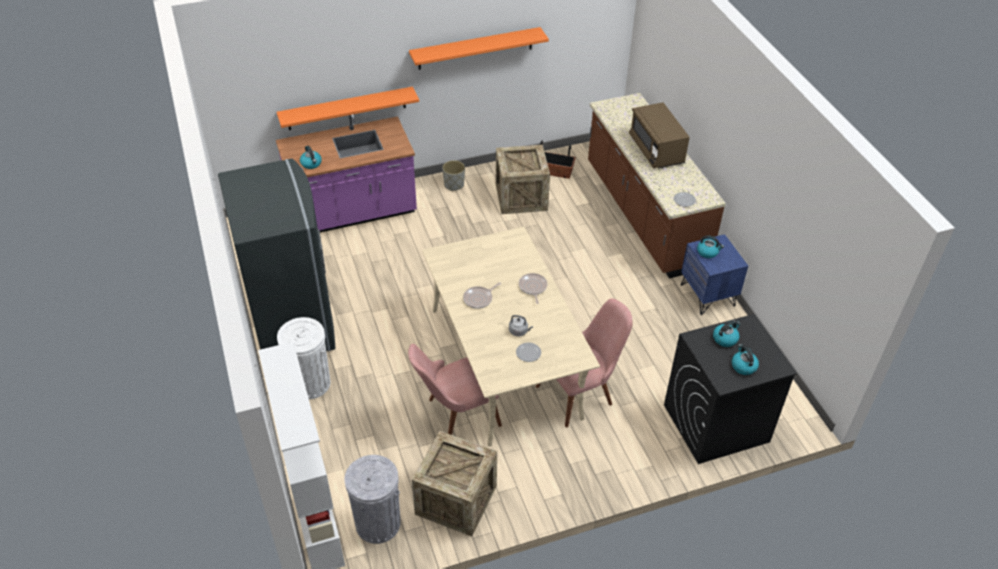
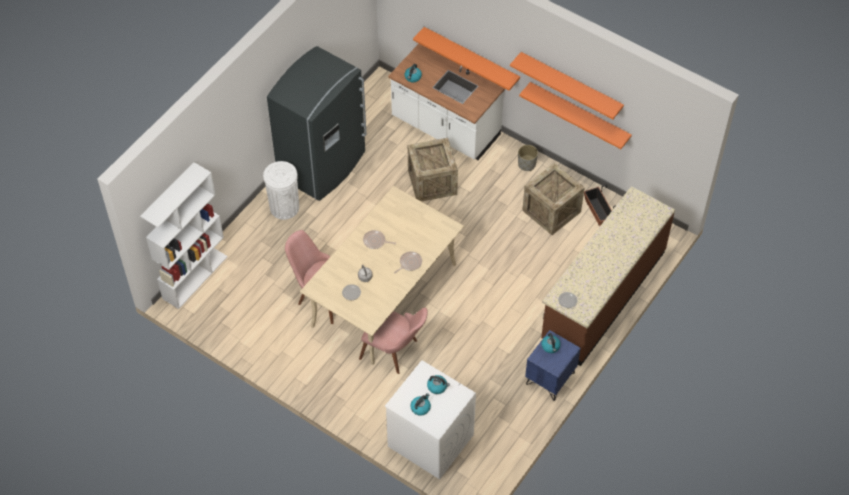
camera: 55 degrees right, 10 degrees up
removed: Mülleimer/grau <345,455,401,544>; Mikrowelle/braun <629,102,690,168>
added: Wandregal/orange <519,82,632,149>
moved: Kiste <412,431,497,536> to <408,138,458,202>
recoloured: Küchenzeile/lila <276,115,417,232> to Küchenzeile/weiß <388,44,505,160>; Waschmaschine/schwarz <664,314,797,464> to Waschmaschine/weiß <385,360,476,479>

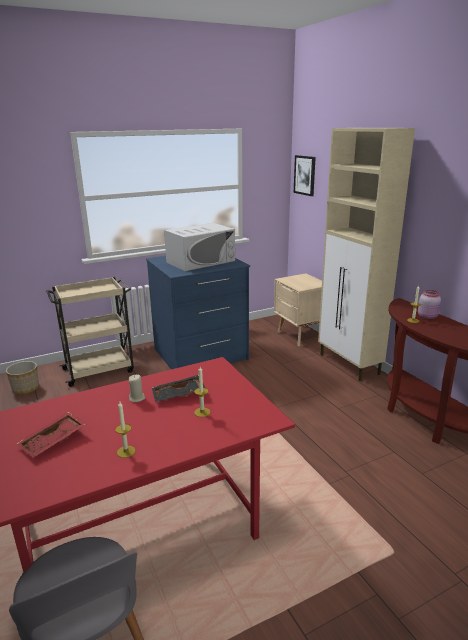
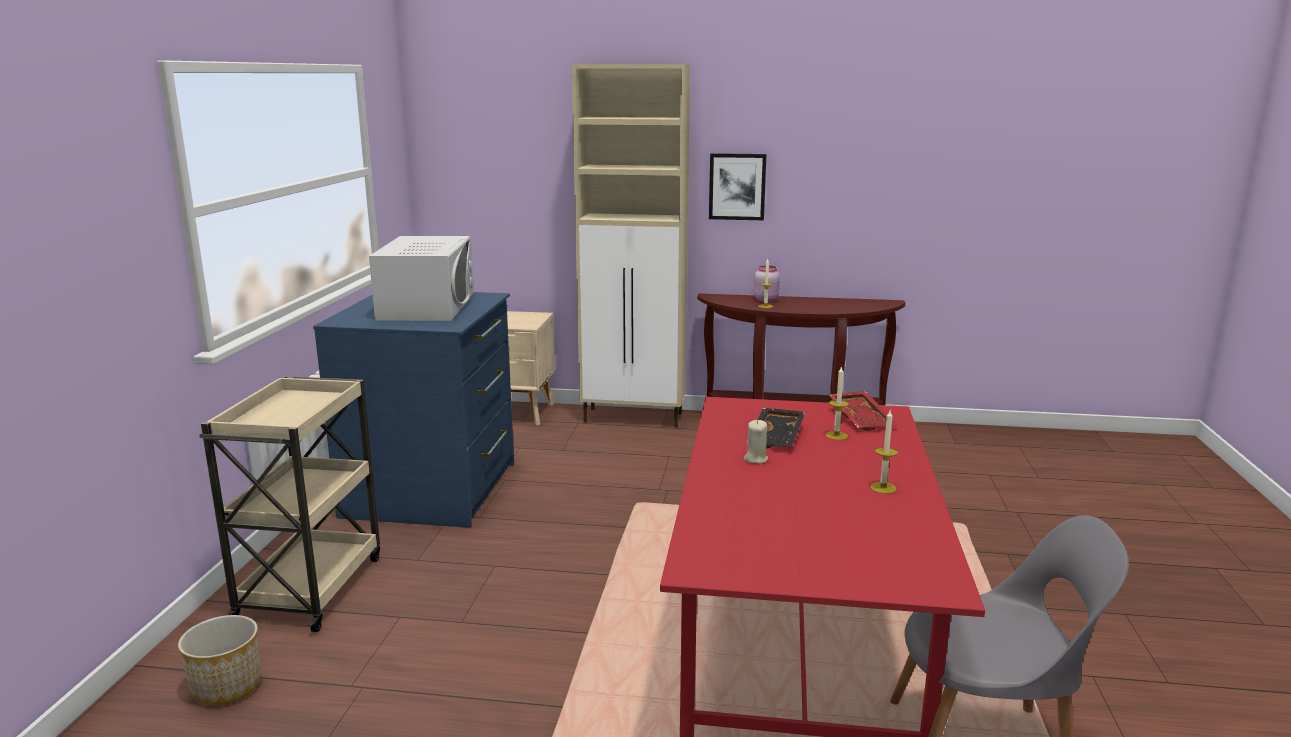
camera: 55 degrees left, 5 degrees down
moved: Tablett/rot <17,412,86,458> to <829,391,897,431>; Bild <294,155,316,196> to <709,153,767,220>

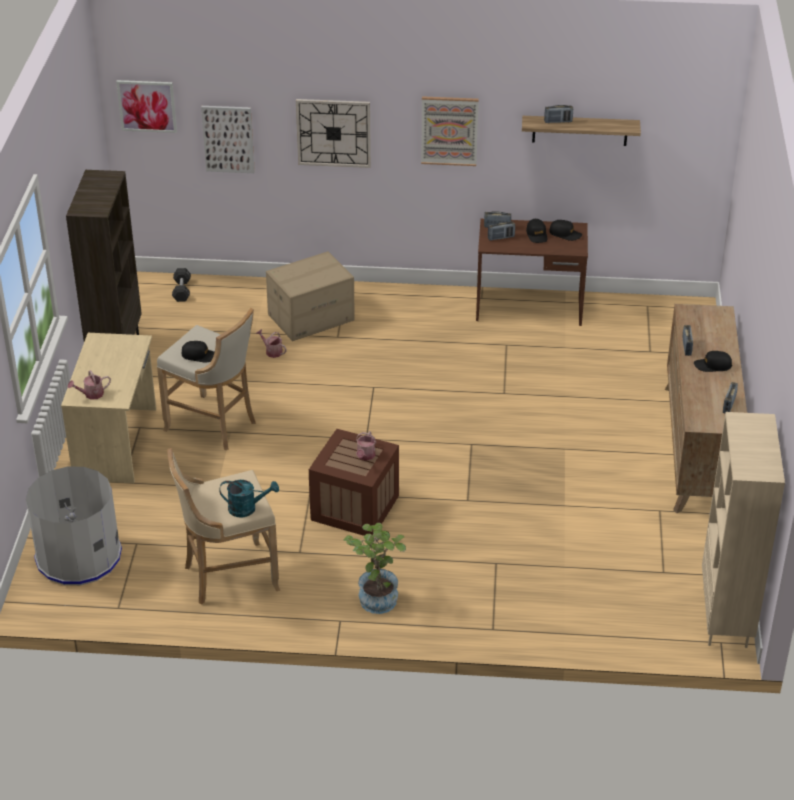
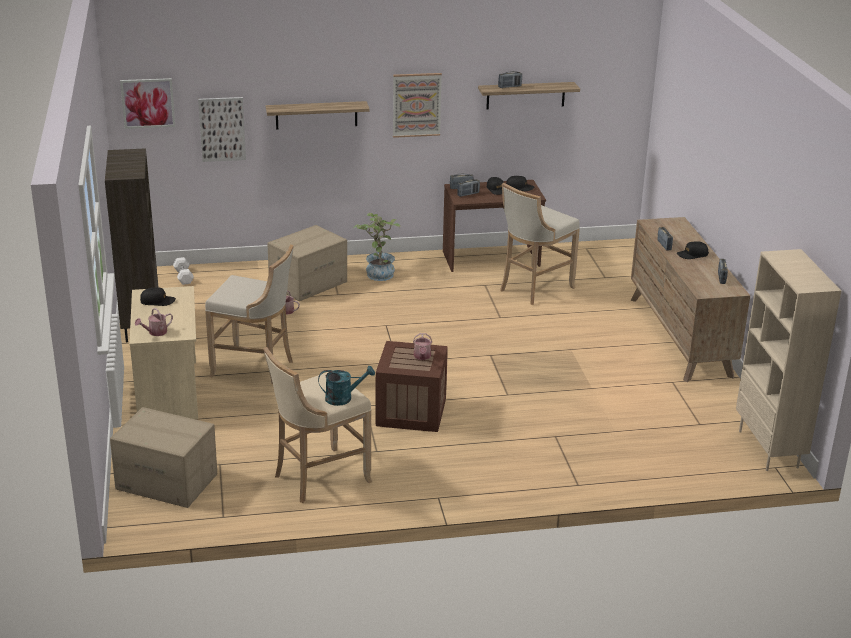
camera: 15 degrees left, 10 degrees down
added: Hocker/beige <500,183,580,305>
moved: Kappe/schwarz <182,341,214,363> to <140,287,176,306>; Topfpflanze <343,523,406,614> to <354,213,401,281>
replaced: Mülleimer/grau <26,467,122,585> to Karton <110,407,217,508>; Wanduhr <296,99,371,168> to Wandregal <266,101,370,130>
recoloured: Hantel/schwarz <172,268,191,302> to Hantel/weiß <173,257,194,285>

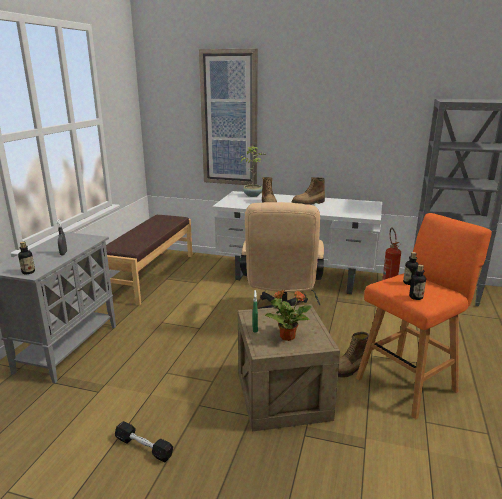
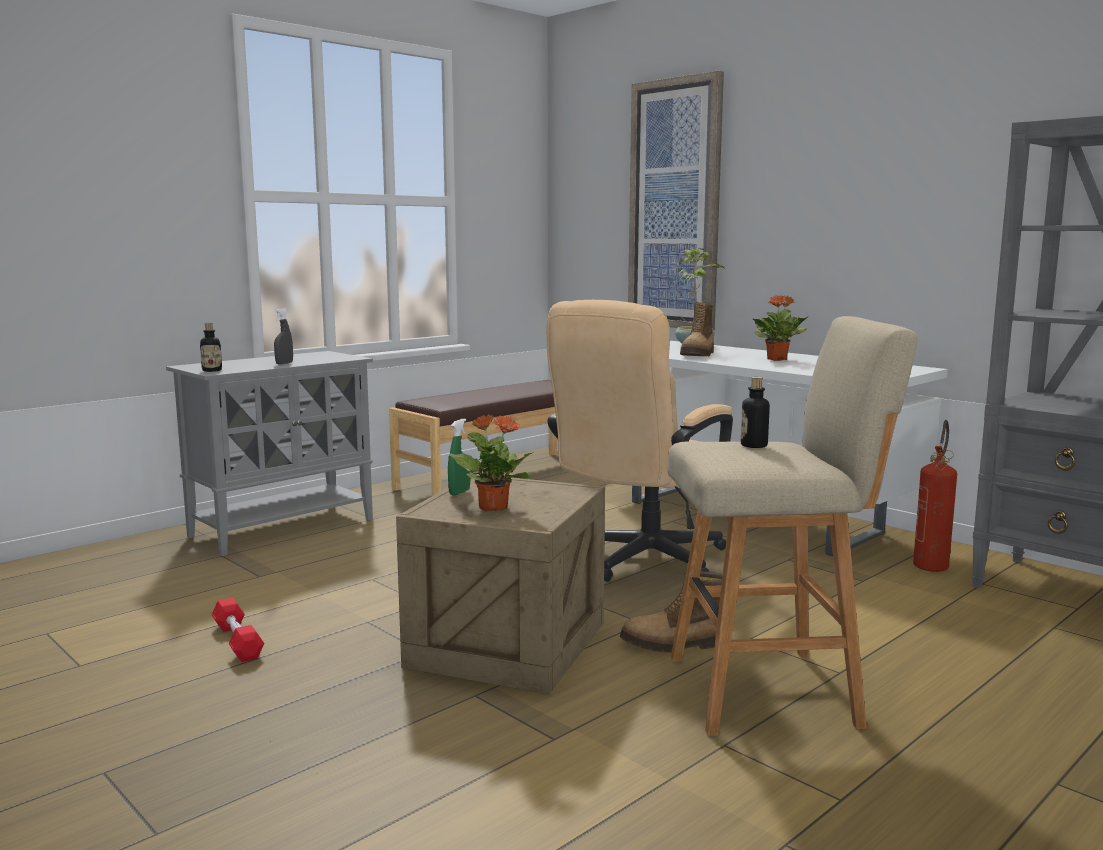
camera: 30 degrees right, 10 degrees down
removed: Flasche <409,265,426,300>
replaced: Stiefel <291,177,325,205> to Topfpflanze <753,295,809,361>
recoloured: Hantel/schwarz <115,421,173,462> to Hantel/rot <212,598,264,662>; Hocker/orange <356,213,492,419> to Hocker/beige <667,316,917,736>

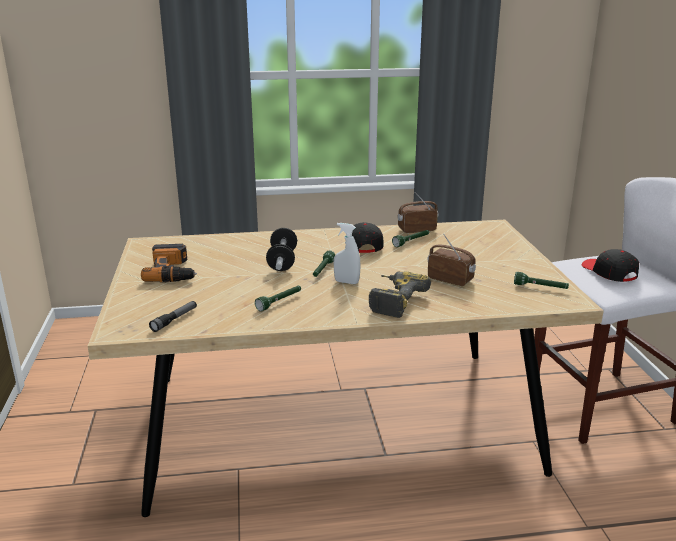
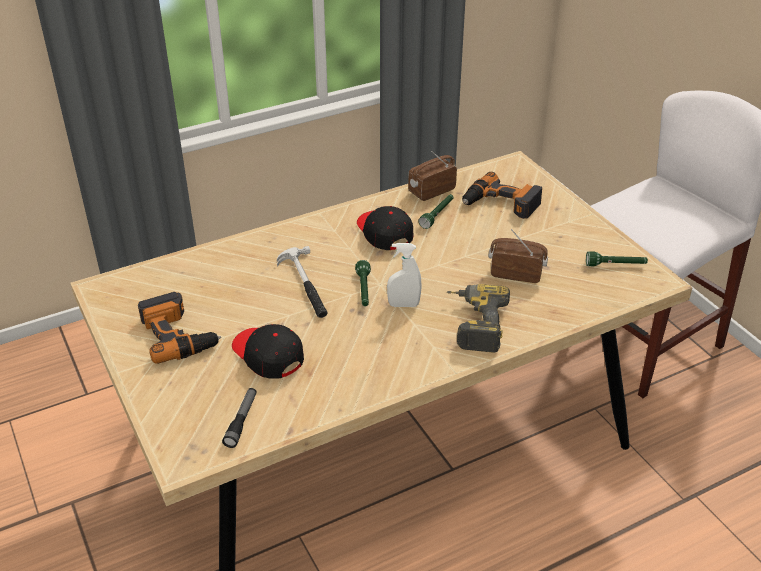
camera: 20 degrees left, 15 degrees up
removed: Taschenlampe/grün <255,286,301,311>
added: Bohrmaschine <462,172,542,219>
moved: Kappe/schwarz <581,249,639,282> to <232,324,304,379>
replaced: Hantel <266,228,297,271> to Hammer <277,246,328,318>

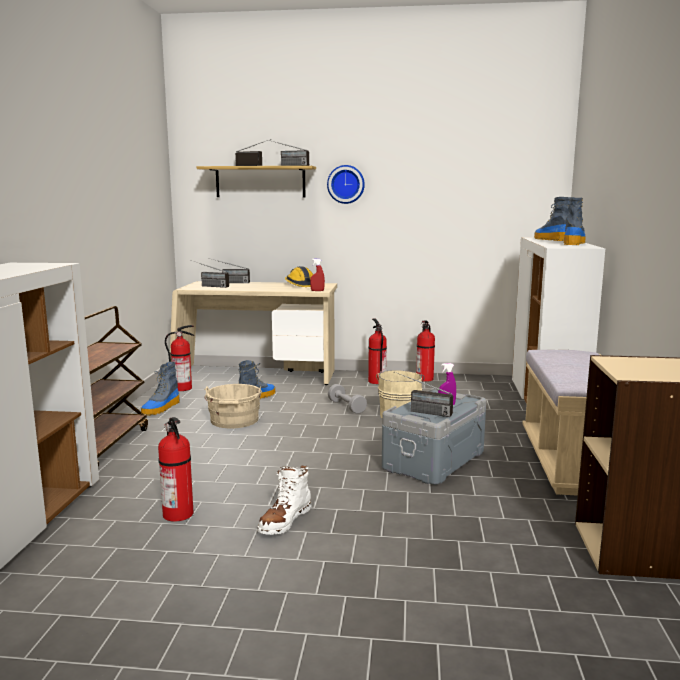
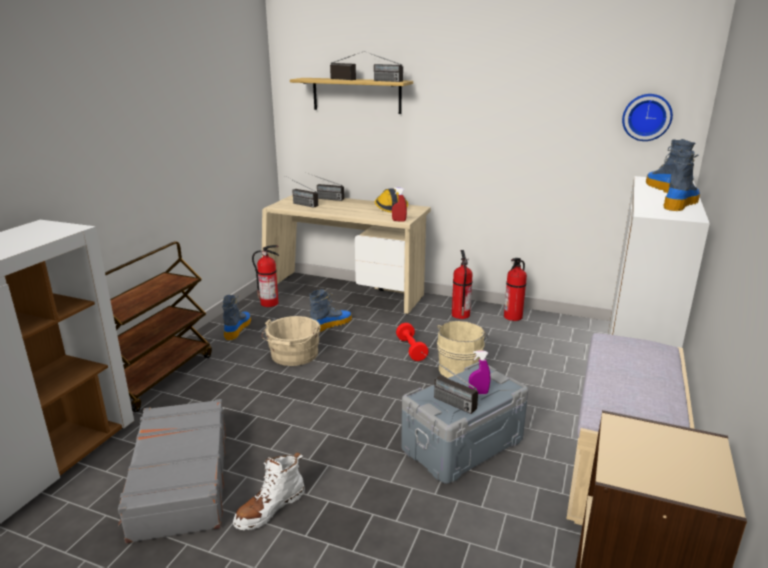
camera: 15 degrees right, 10 degrees up
moved: Wanduhr <327,165,365,204> to <622,94,673,141>
replaced: Feuerlöscher <158,417,194,522> to Koffer/grau <118,399,226,543>
recoloured: Hantel/grau <328,384,367,414> to Hantel/rot <396,323,429,361>
turned: Stiefel <141,362,180,416> = <222,295,251,340> 150 degrees clockwise

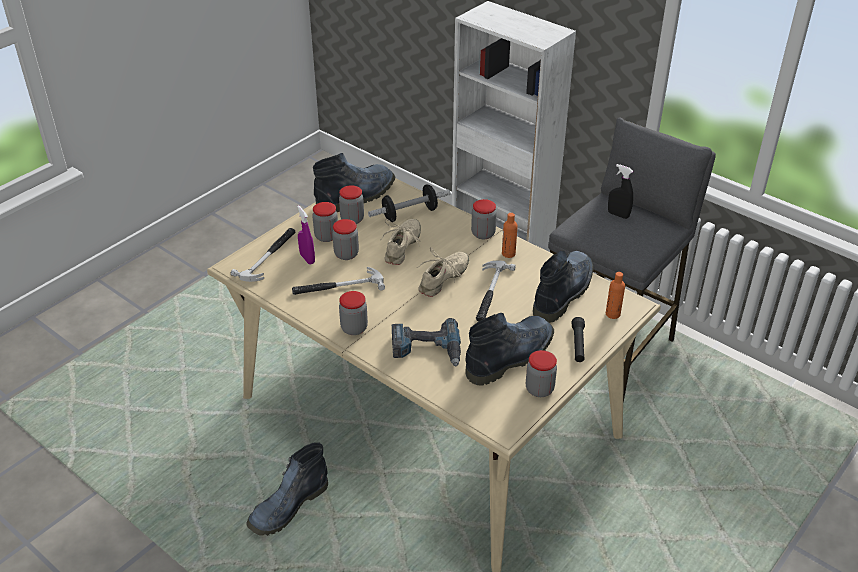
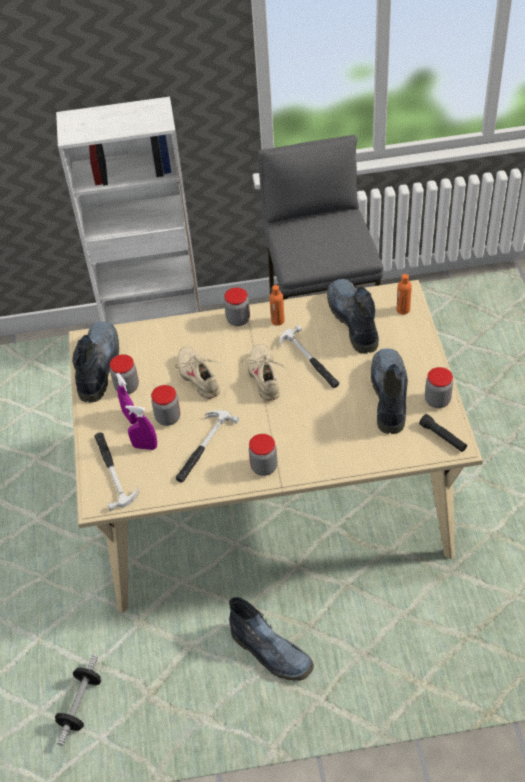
camera: 45 degrees left, 10 degrees up
removed: Bohrmaschine <392,318,461,366>; Sprühflasche/schwarz <608,164,633,219>
moved: Hantel <368,184,450,222> to <55,654,101,746>; Taschenlampe/schwarz <572,317,585,362> to <419,414,467,452>
replaced: Vorratsglas <312,202,338,242> to Sprühflasche/lila <116,373,137,424>
turned: Stiefel <246,443,328,536> = <229,597,314,681> 45 degrees counterclockwise

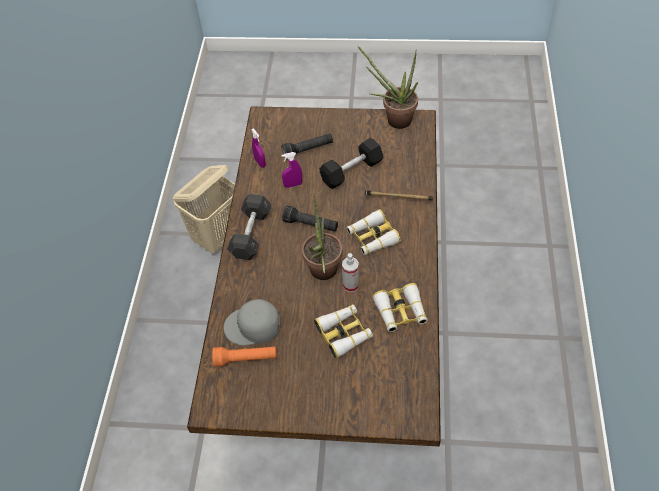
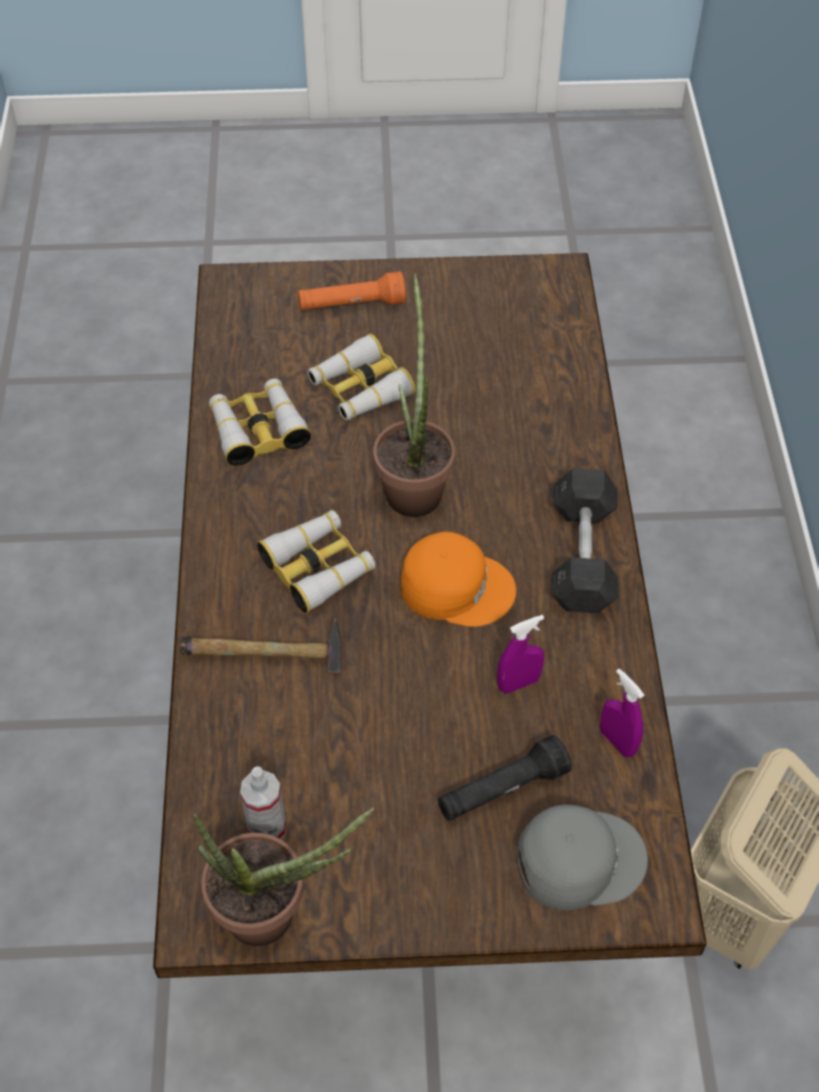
camera: 170 degrees right, 0 degrees up
removed: Hantel/schwarz <320,138,383,189>
moved: Taschenlampe/orange <212,346,277,367> to <298,271,406,310>; Kappe/grau <224,299,280,345> to <517,805,648,910>; Sprühflasche <342,253,359,292> to <240,766,286,839>
replaced: Taschenlampe/schwarz <282,205,338,232> to Kappe/orange <401,531,516,627>

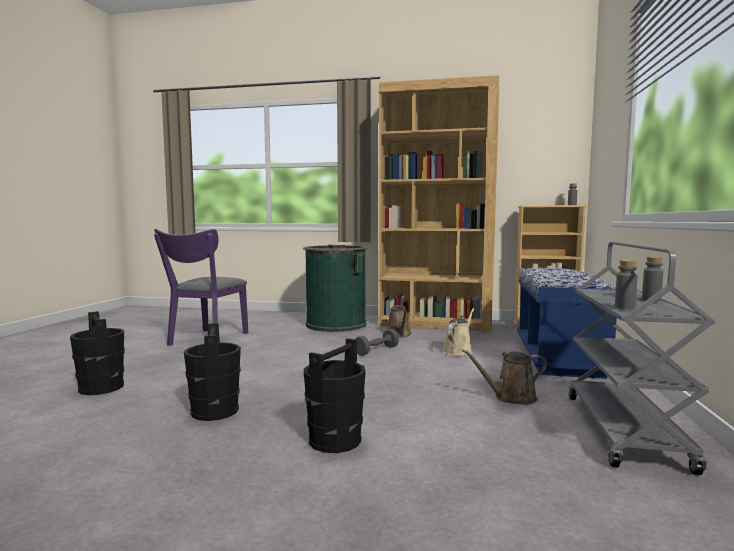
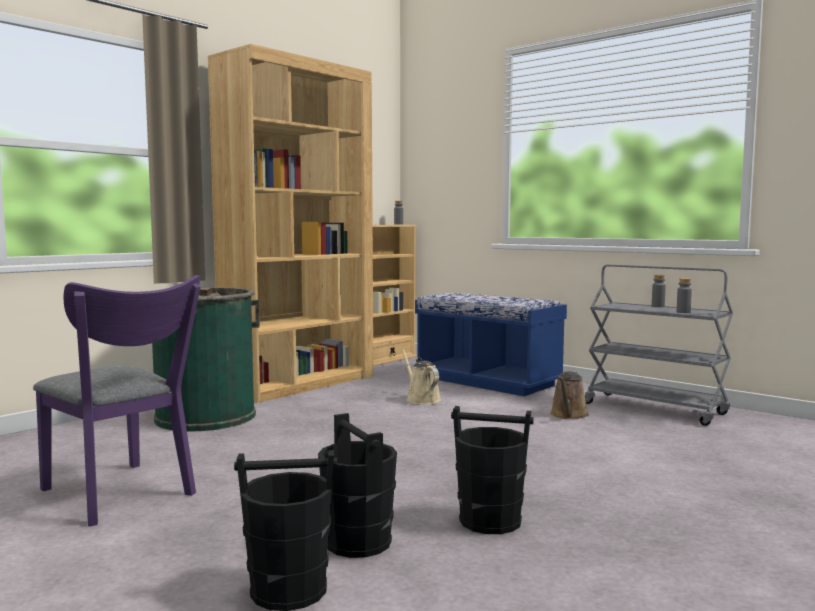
camera: 60 degrees left, 0 degrees up
removed: Hantel/grau <355,329,399,356>; Gießkanne/braun <387,305,412,338>
moved: Eimer/schwarz <304,338,366,453> to <318,413,397,558>

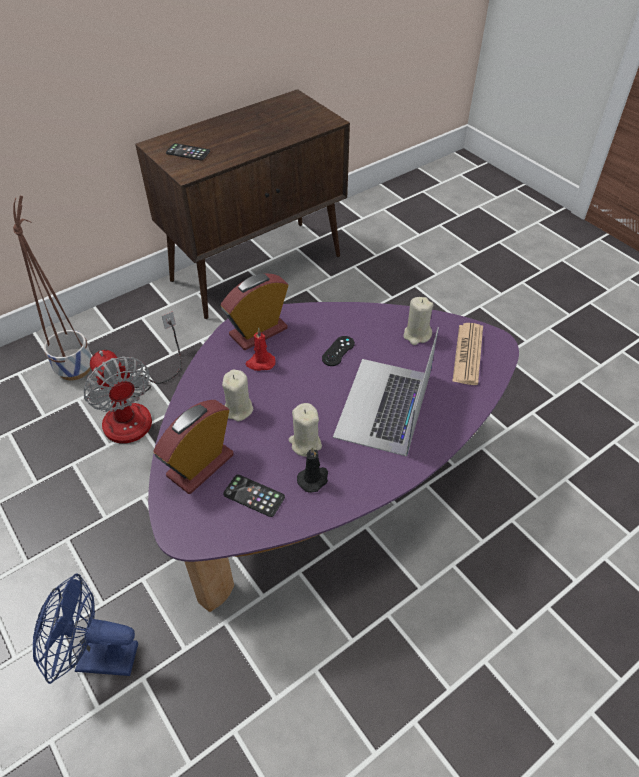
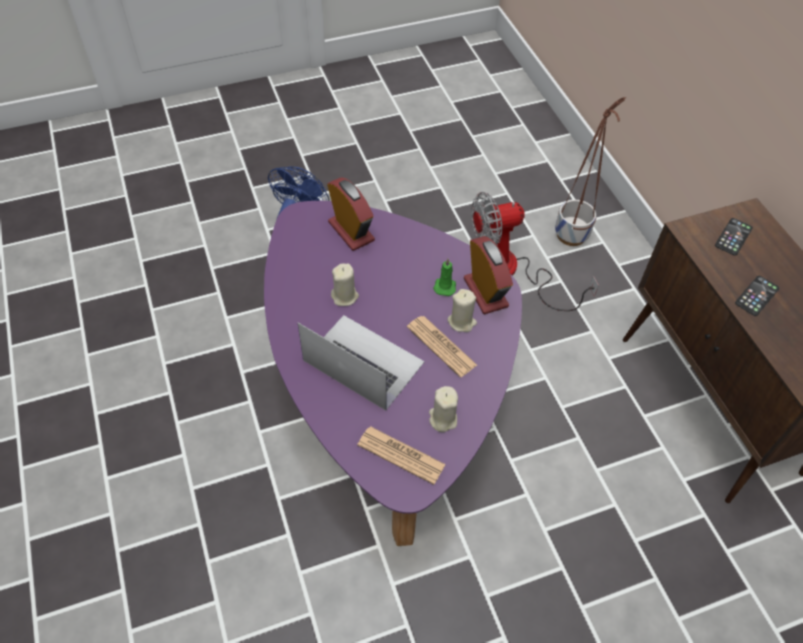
camera: 105 degrees right, 5 degrees up
removed: Kerze/schwarz <297,447,328,493>
moved: Kerze/beige <222,369,253,421> to <447,289,477,332>; Handy <223,475,285,517> to <735,276,779,316>
replaced: Gamepad/schwarz <322,336,355,366> to Zeitung <407,316,477,377>
recoloured: Kerze/rot <246,328,276,371> to Kerze/grün <433,259,456,296>

